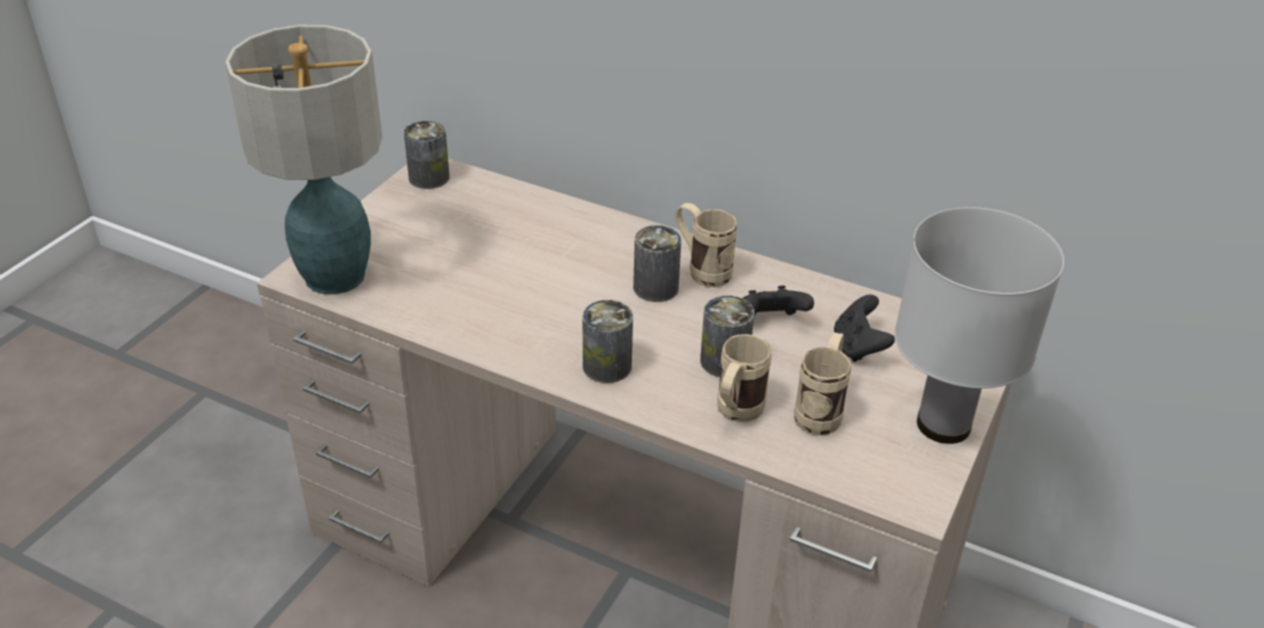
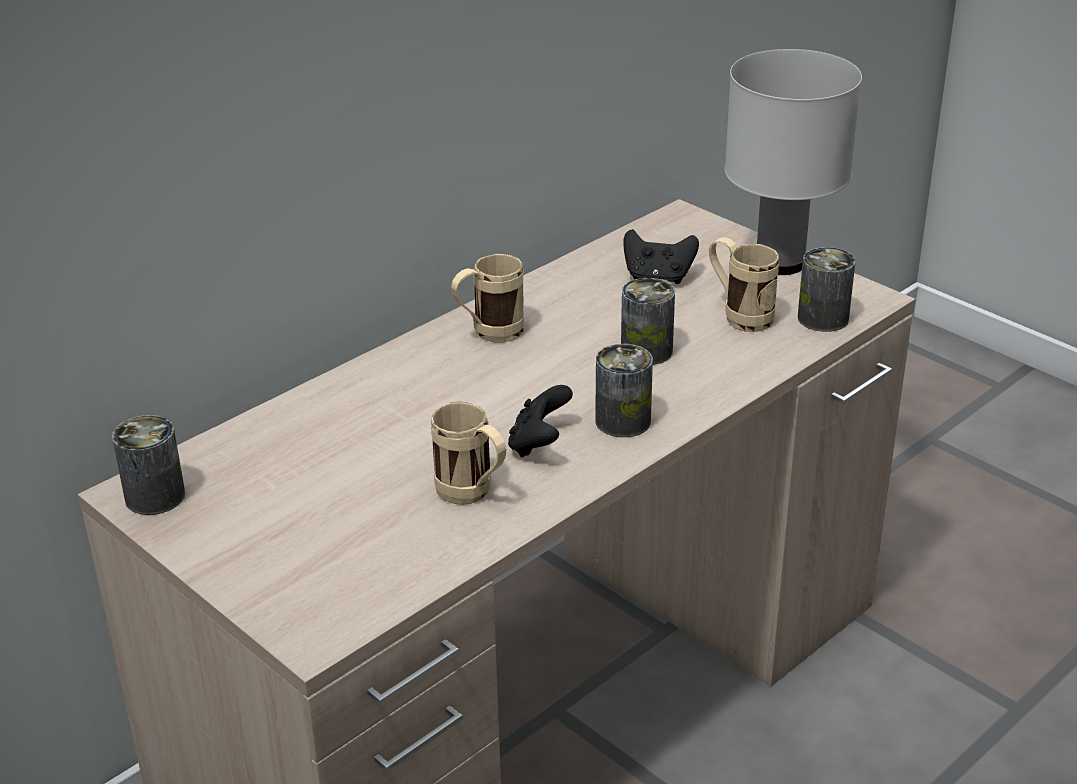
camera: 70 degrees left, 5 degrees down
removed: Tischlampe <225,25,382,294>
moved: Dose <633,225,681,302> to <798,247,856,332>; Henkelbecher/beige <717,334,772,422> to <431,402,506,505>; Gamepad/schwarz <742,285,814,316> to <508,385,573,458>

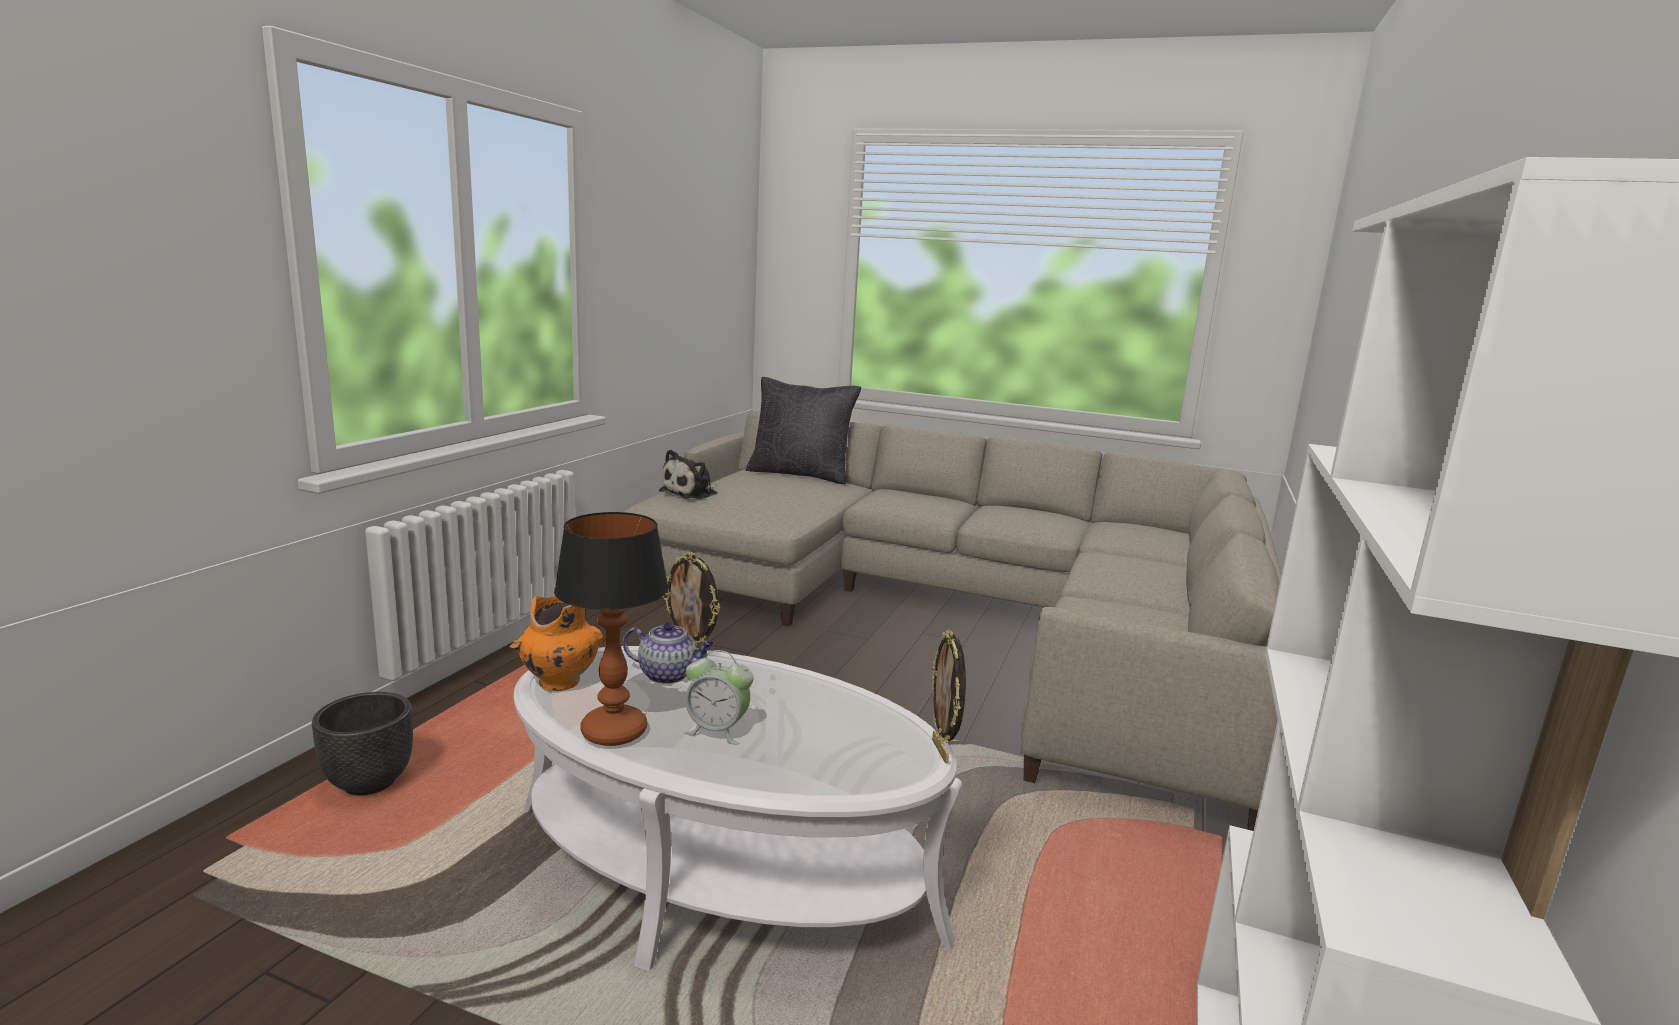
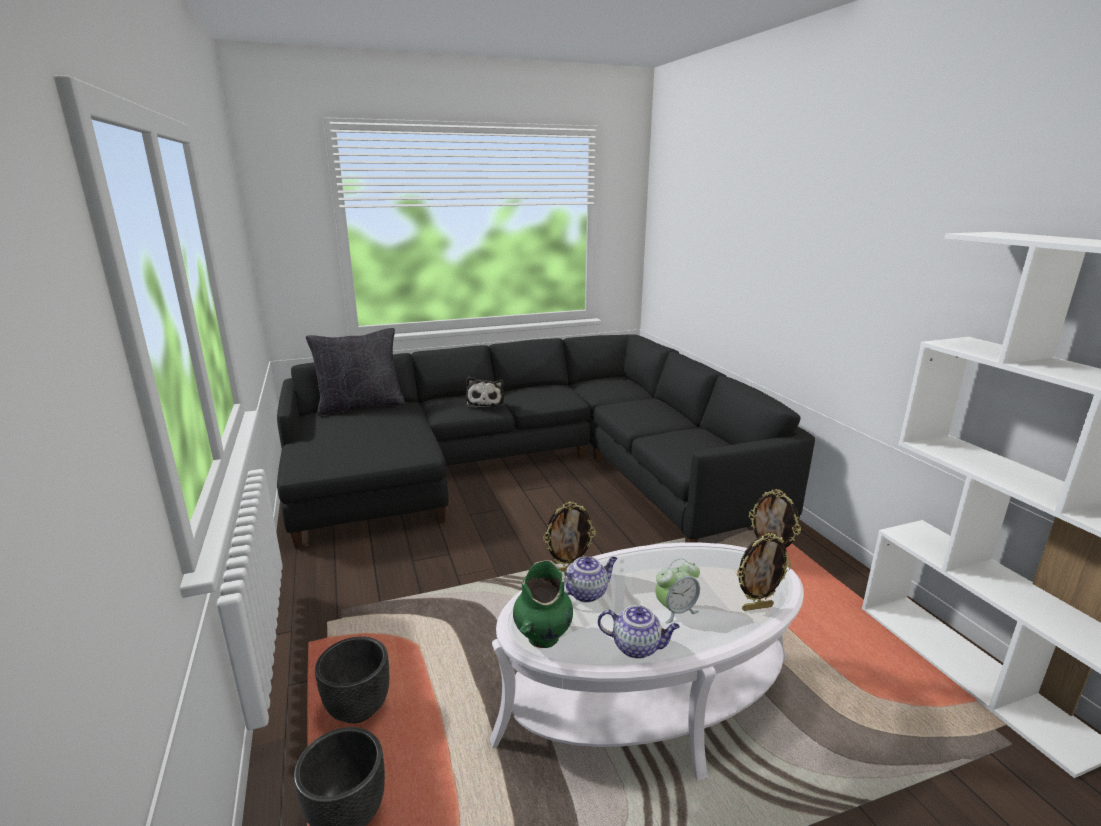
camera: 40 degrees left, 5 degrees up
added: Pflanzkübel/schwarz <315,636,389,723>; Bilderrahmen <737,533,791,611>
moved: Plüschtier <659,450,718,499> to <466,377,504,408>
replaced: Tischlampe <554,512,668,746> to Teekanne <598,605,680,659>
recoloured: Vase/orange <509,596,604,691> to Vase/grün <513,560,573,648>; Sofa/beige <624,411,1282,831> to Sofa/schwarz <277,334,815,549>

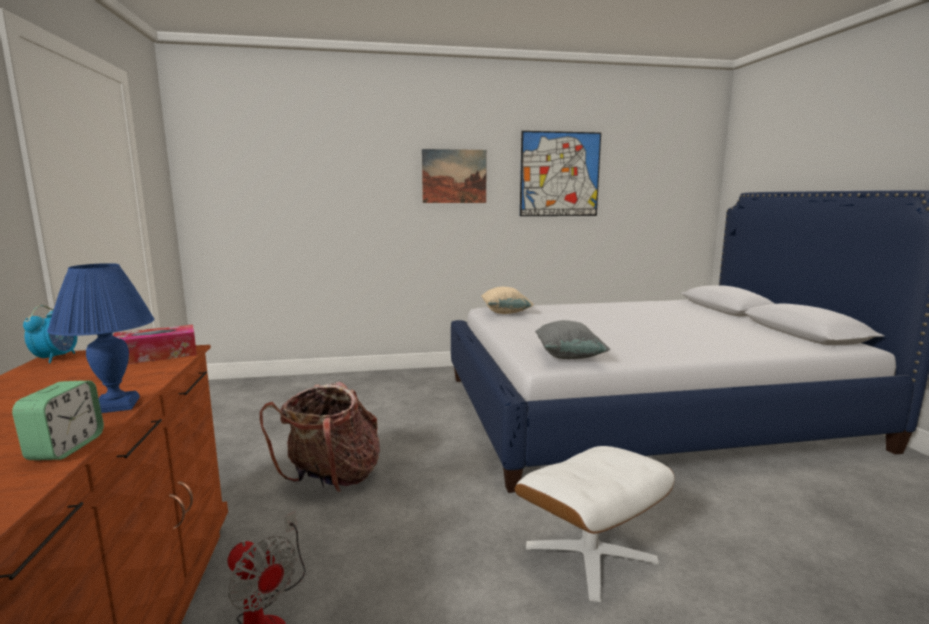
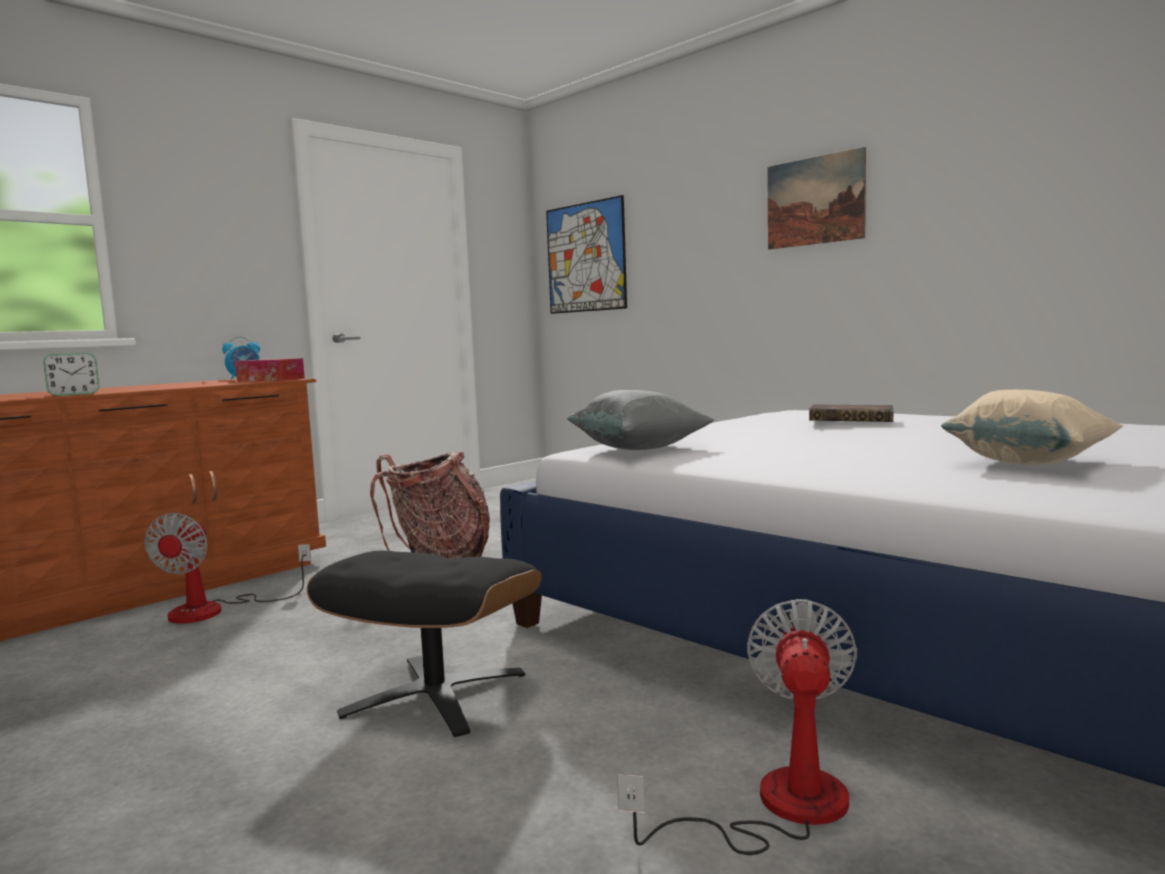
camera: 55 degrees right, 5 degrees down
removed: Tischlampe/blau <47,263,154,413>
added: Ventilator <617,599,857,855>; Buch <809,404,894,422>
moved: Kissen/beige <481,287,534,314> to <941,390,1123,465>; Bild <520,131,601,216> to <546,195,627,314>
recoloured: Polsterhocker/weiß <515,446,675,602> to Polsterhocker/schwarz <307,551,542,737>

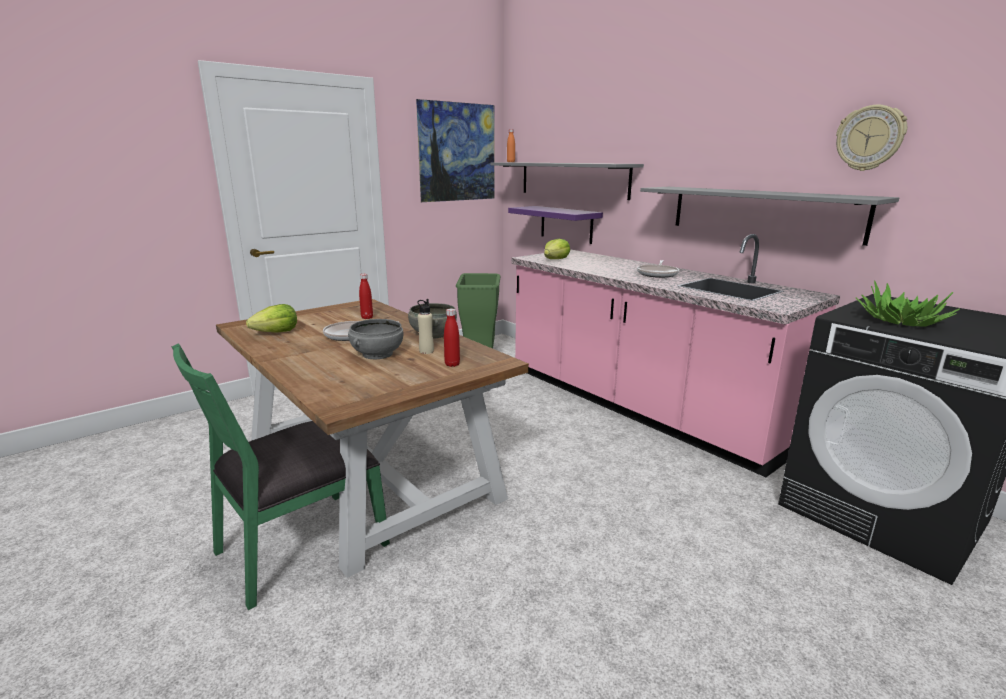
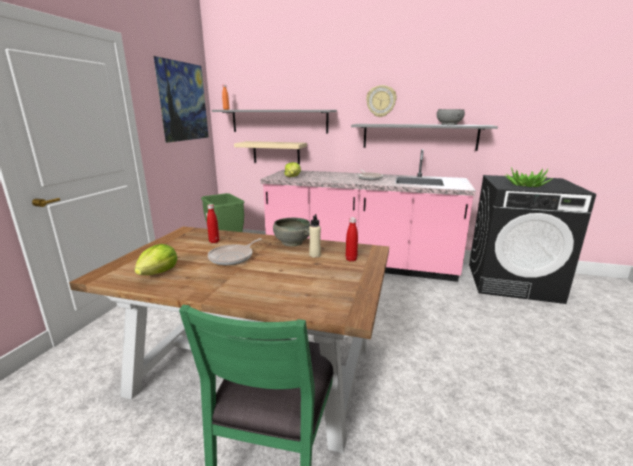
camera: 35 degrees left, 0 degrees up
moved: Schüssel/grau <348,319,403,359> to <437,109,465,125>; Wanduhr <836,105,907,171> to <366,85,397,117>
recoloured: Wandregal/lila <508,206,603,244> to Wandregal/beige <234,141,307,164>

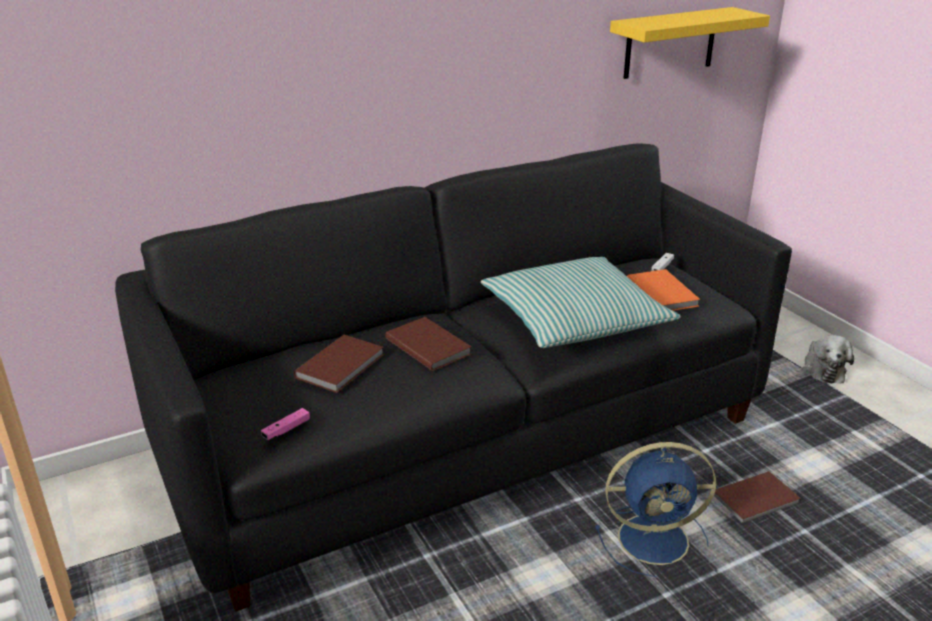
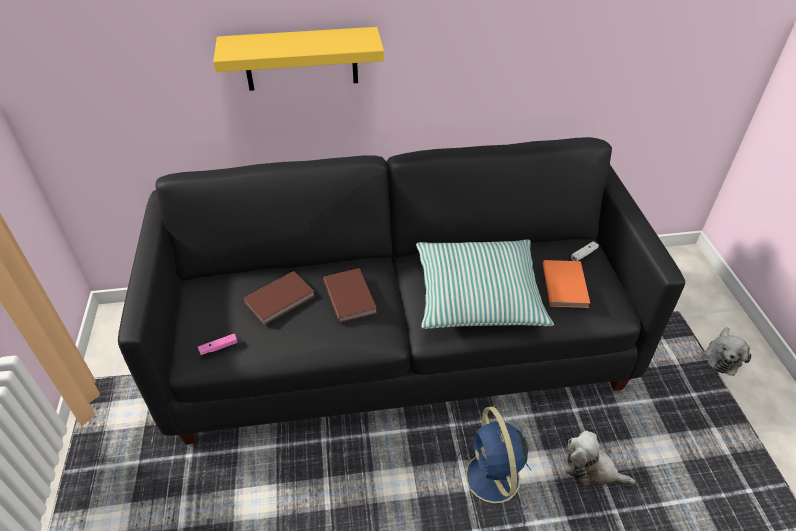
camera: 20 degrees right, 15 degrees up
moved: Wandregal/gelb <610,7,770,79> to <213,27,384,91>
replaced: Buch/braun <714,471,801,523> to Plüschtier <565,431,635,486>
turned: Ventilator/blau <595,442,716,577> = <453,407,532,518> 60 degrees clockwise

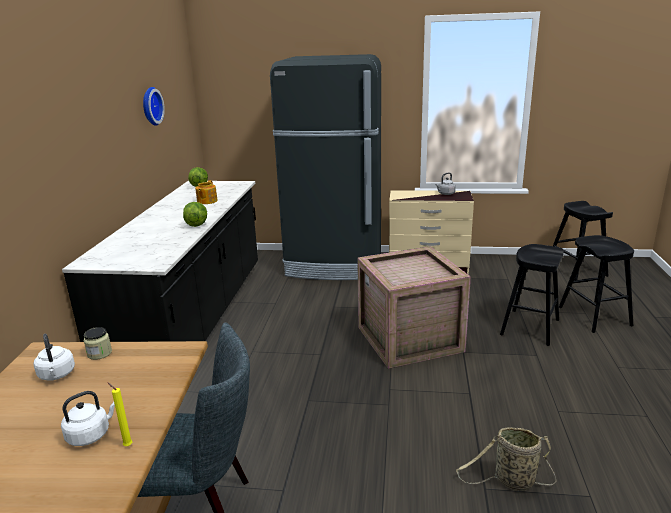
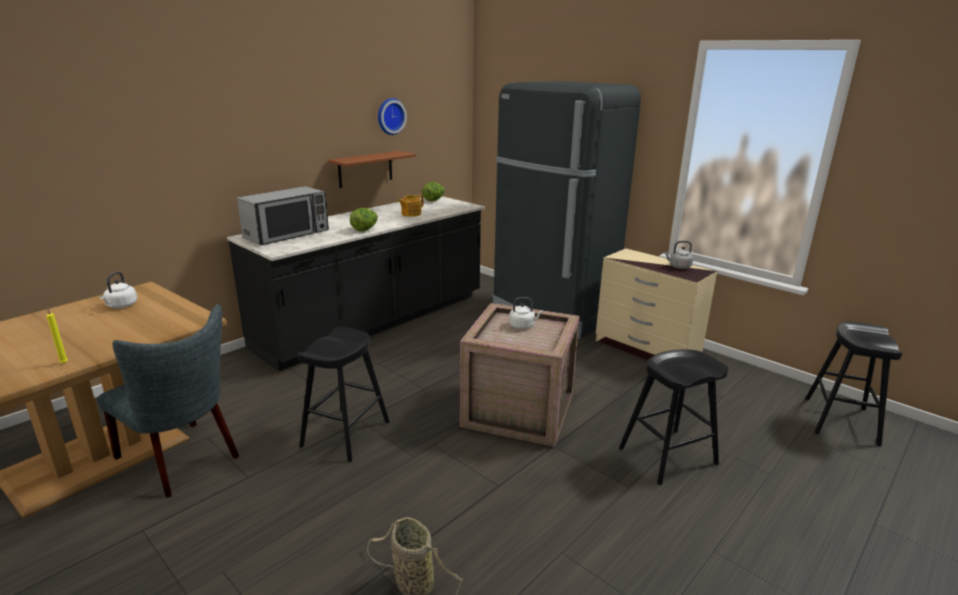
camera: 35 degrees right, 0 degrees up
removed: Vorratsglas <83,327,112,360>
added: Mikrowelle <237,186,329,245>; Wandregal/braun <328,151,416,188>
moved: Wasserkessel/weiß <61,391,115,446> to <509,297,543,329>; Hocker/schwarz <559,235,634,333> to <298,327,390,462>

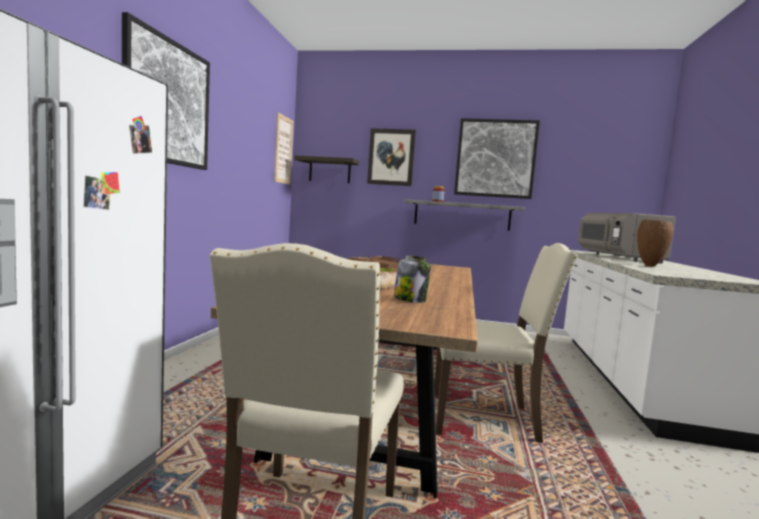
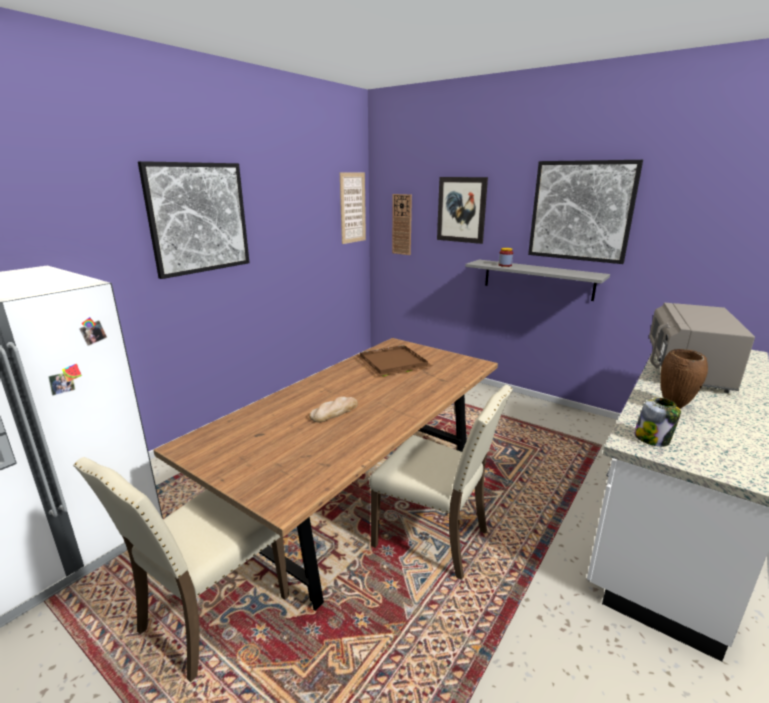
camera: 25 degrees right, 15 degrees up
moved: Vorratsglas <394,256,431,303> to <634,398,681,447>
replaced: Wandregal <294,155,359,183> to Wanduhr <392,194,412,255>

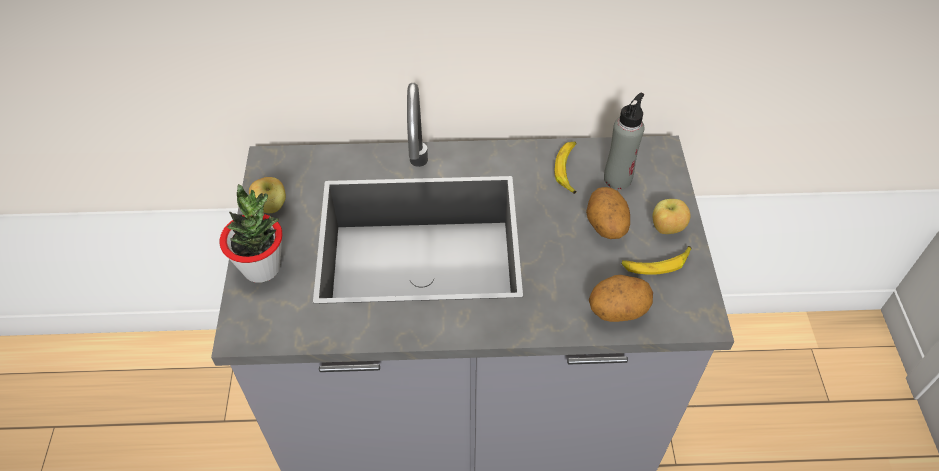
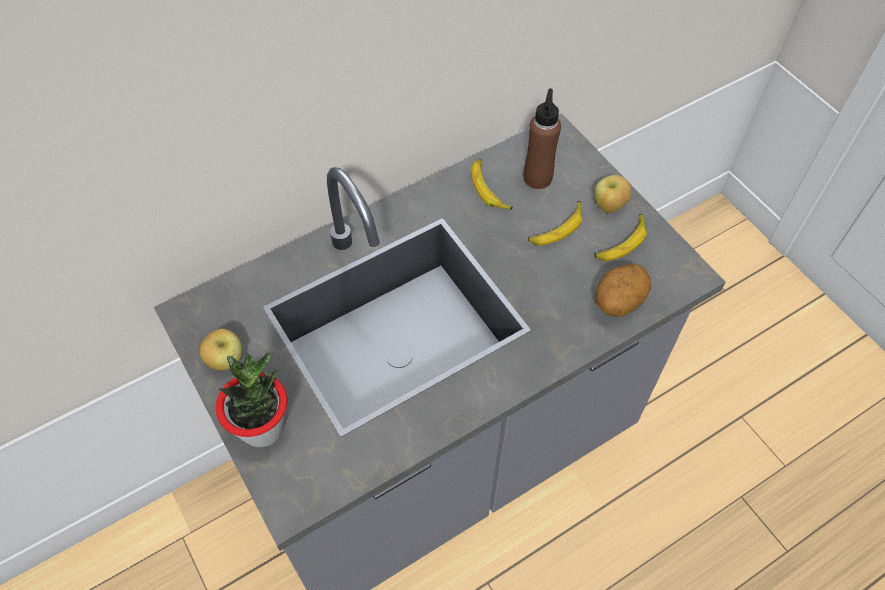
camera: 30 degrees left, 5 degrees up
replaced: Kartoffel <586,187,630,239> to Banane <528,201,582,246>
recoloured: Flasche/grau <604,93,644,189> to Flasche/braun <524,88,561,189>

